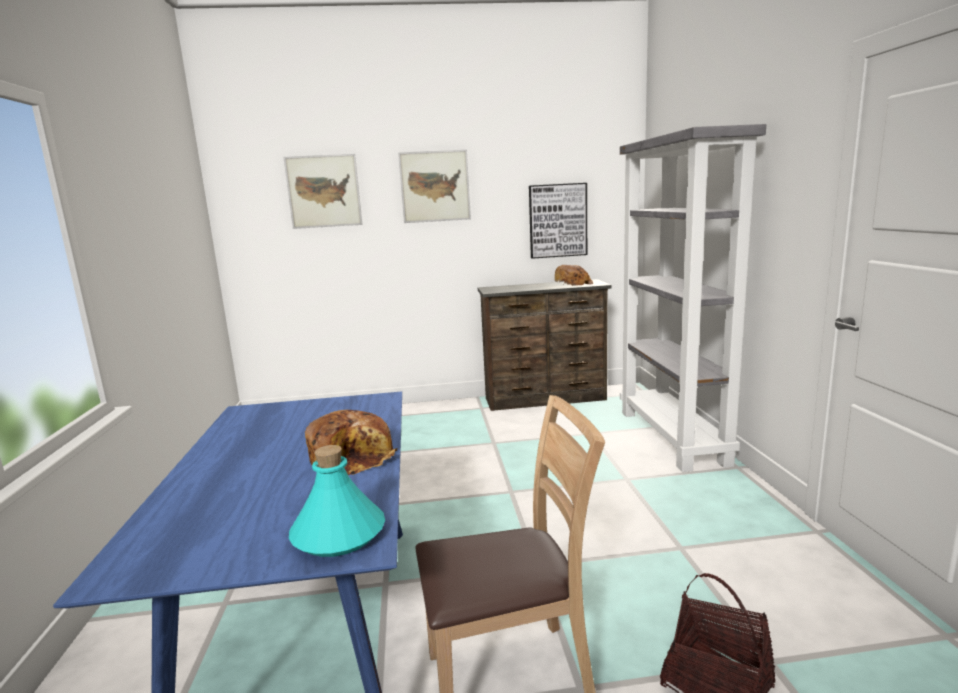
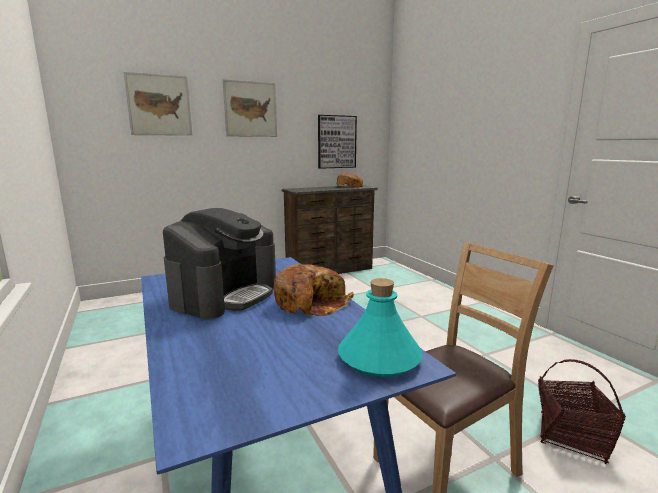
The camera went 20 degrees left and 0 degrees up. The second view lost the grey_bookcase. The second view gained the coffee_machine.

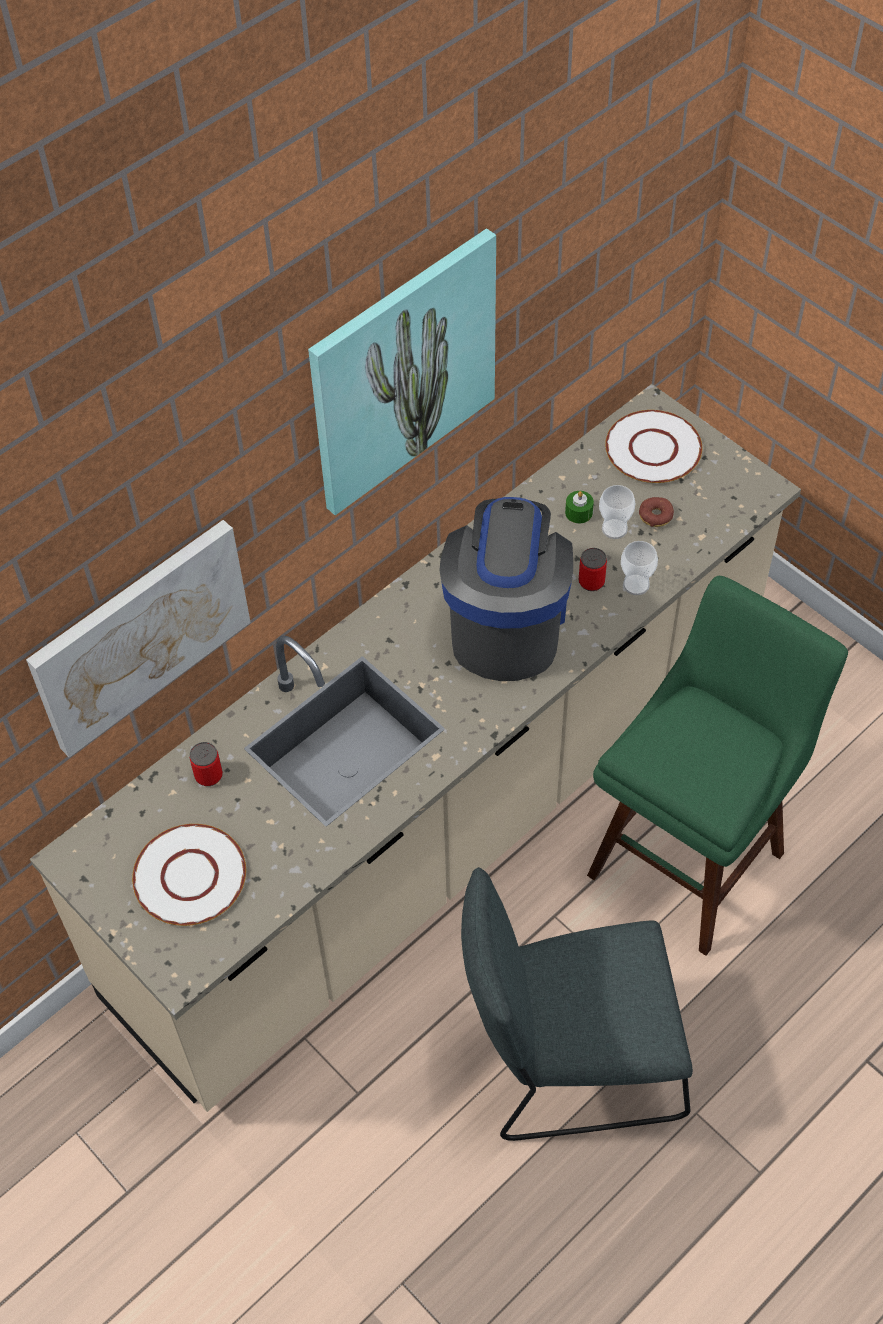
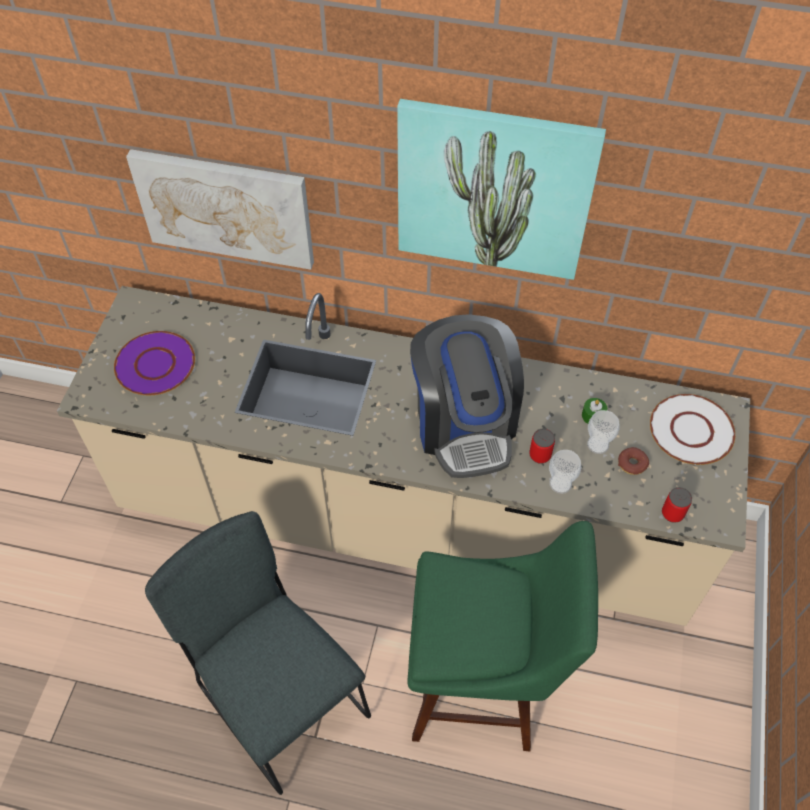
The camera went 55 degrees right and 0 degrees up. What was the white_plate (1st from left) turned into the purple_plate. The can (1st from left in the first image) ended up elsewhere. The coffee_machine ended up facing another way, 105 degrees clockwise from before.

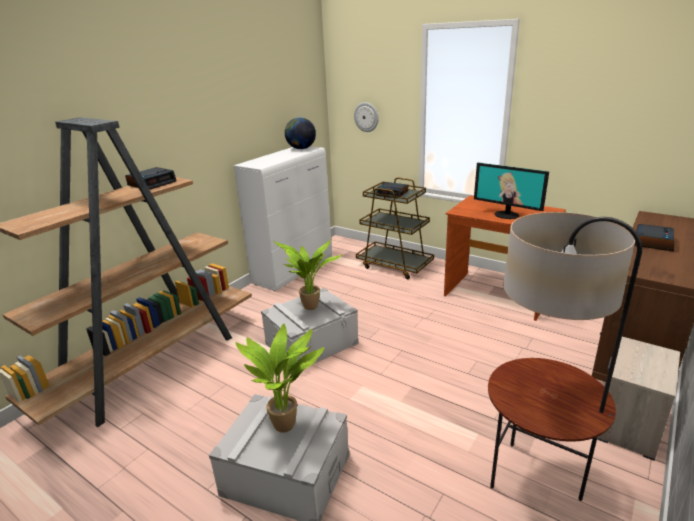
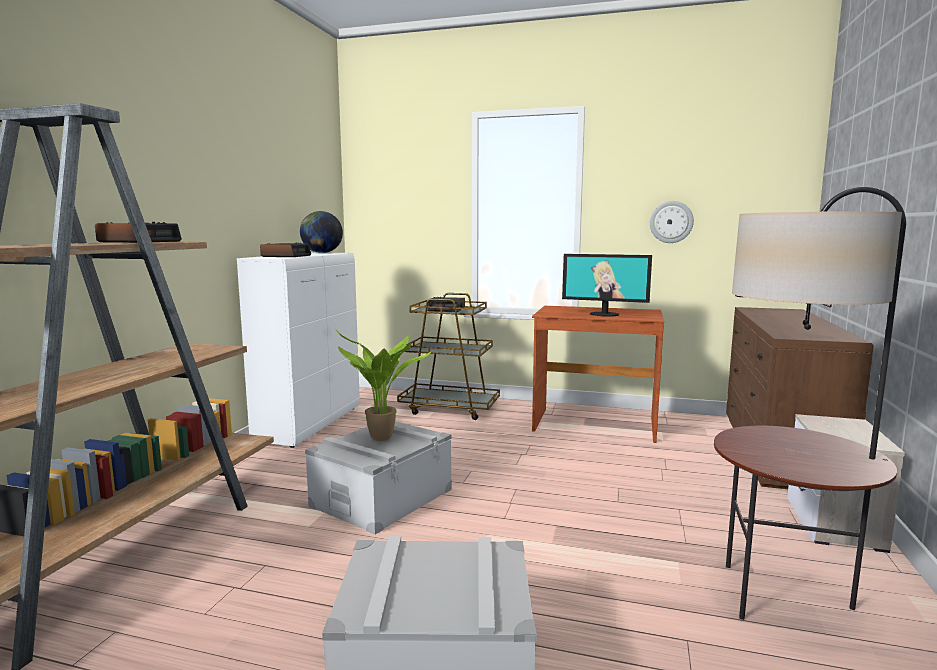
The camera went 20 degrees left and 15 degrees down. The second view lost the potted_plant (1st from left). The wall_clock ended up elsewhere. The alarm_clock (3rd from left in the first image) ended up elsewhere.

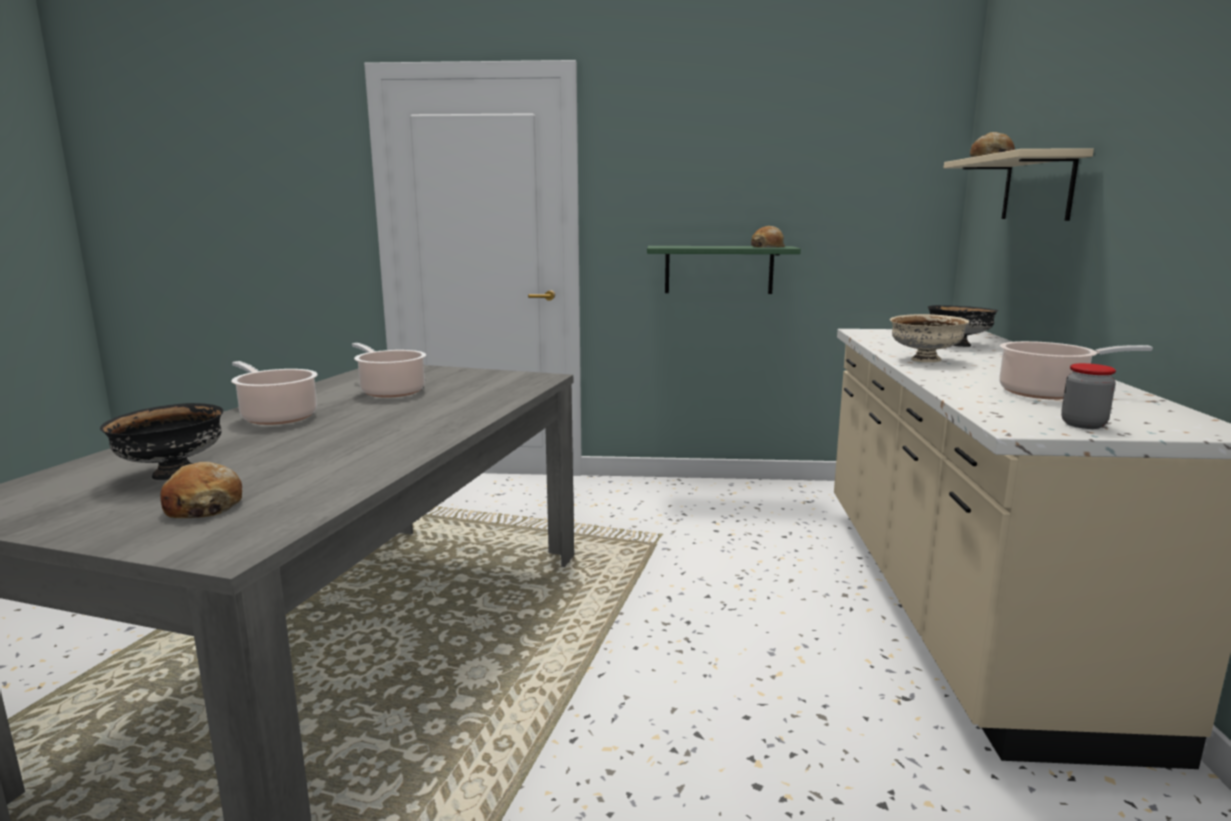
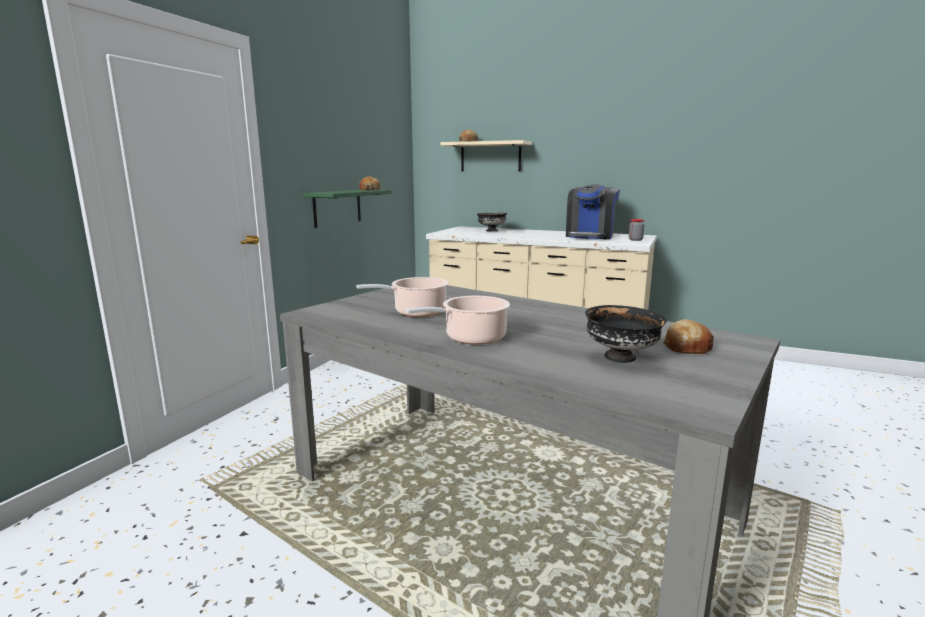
The camera went 70 degrees left and 0 degrees up. The second view lost the beige_bowl. Where the cooking_pot (3rd from left) stood, the coffee_machine came to stand.

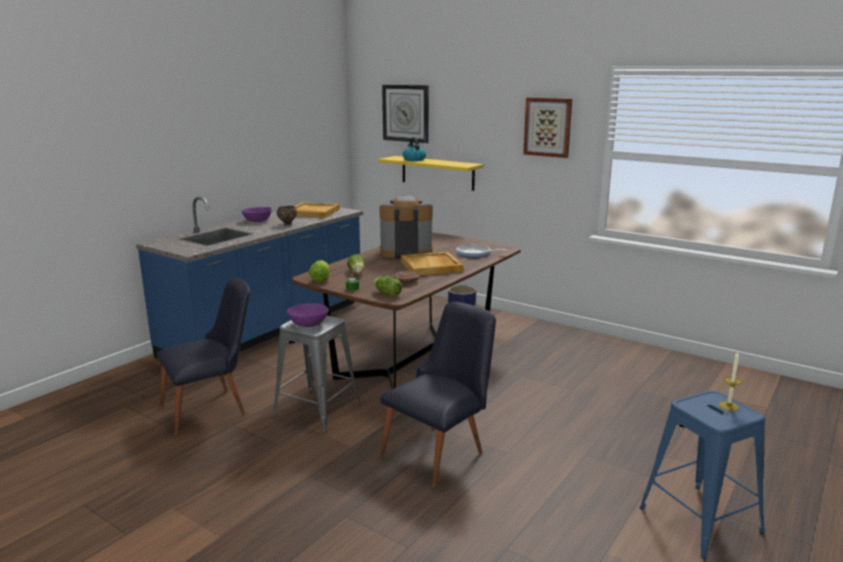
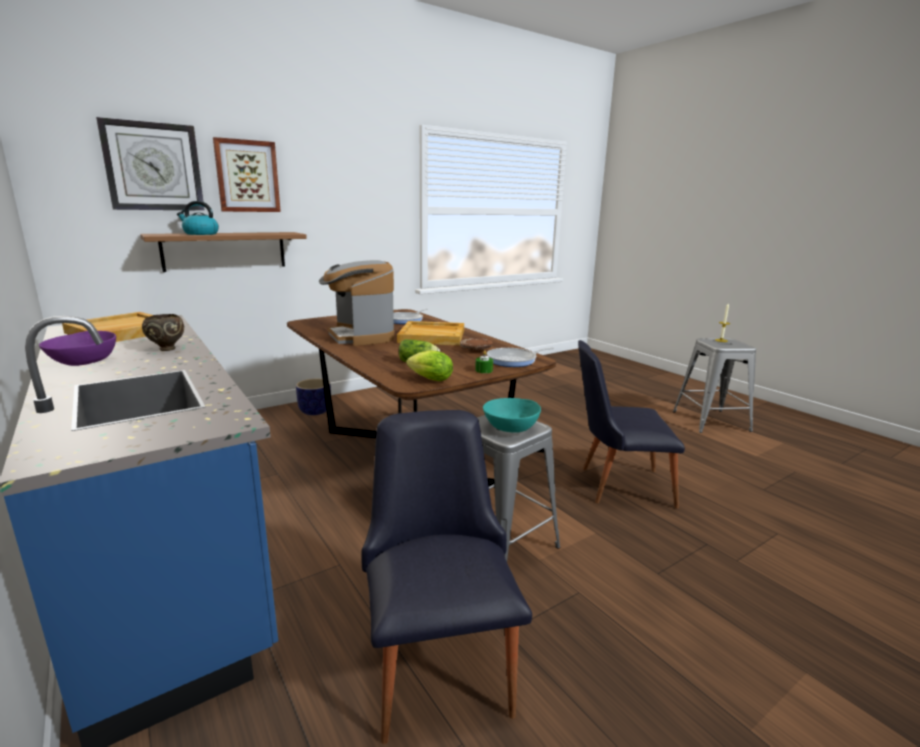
The camera went 70 degrees left and 0 degrees up. What was the purple_bowl (2nd from left) turned into the turquoise_bowl. Where the lettuce (3rd from left) stood, the frying_pan (2nd from left) came to stand. What was the yellow_shelf turned into the brown_shelf. The coffee_machine ended up facing another way, 45 degrees counterclockwise from before. The black_chair (2nd from left) ended up facing another way, 60 degrees counterclockwise from before. The picture ended up elsewhere. What was the blue_stool turned into the grey_stool (2nd from left).

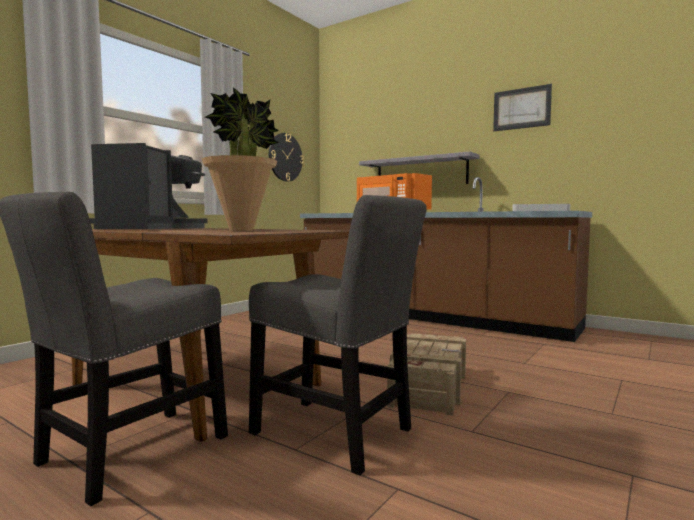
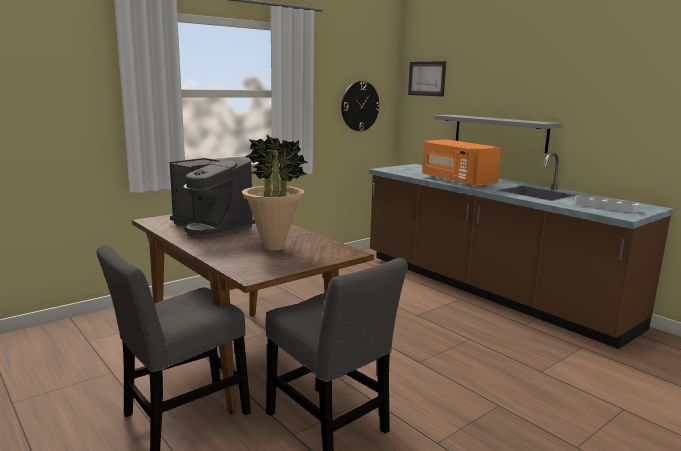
The camera went 15 degrees right and 10 degrees up. The coffee_machine ended up facing another way, 105 degrees clockwise from before. The second view lost the crate. The picture ended up elsewhere.

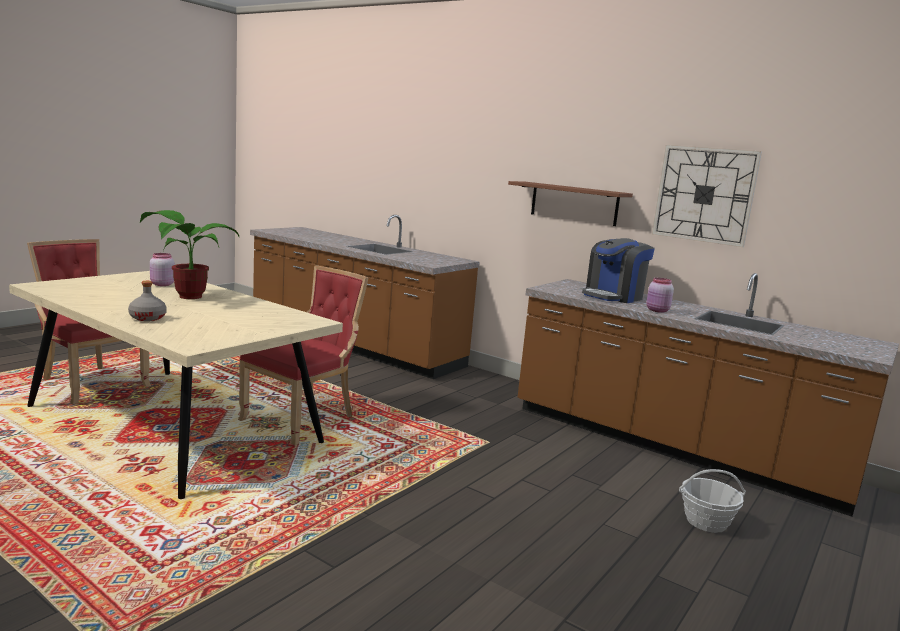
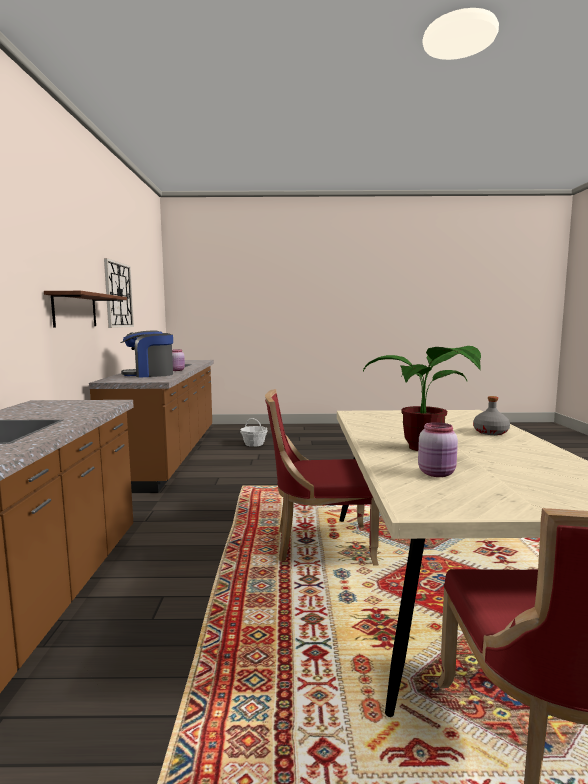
The camera went 125 degrees left and 5 degrees down. The coffee_machine ended up facing another way, 150 degrees clockwise from before.

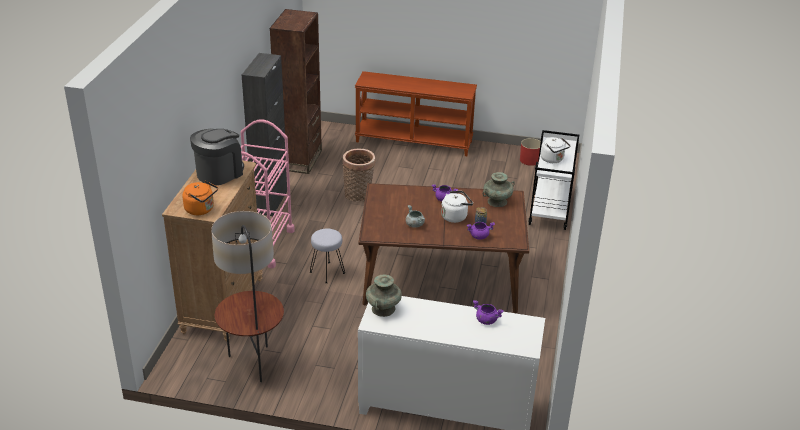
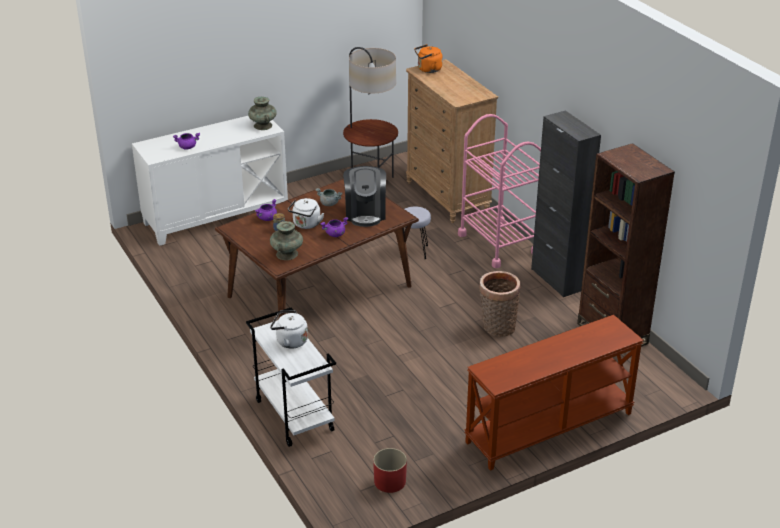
The camera went 140 degrees right and 0 degrees up. The coffee_machine ended up elsewhere.

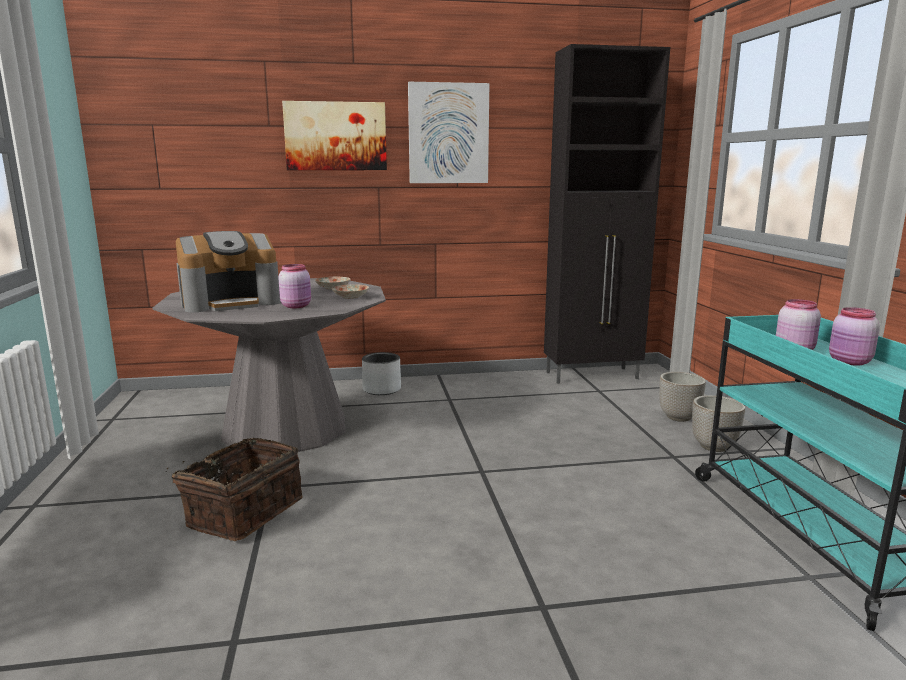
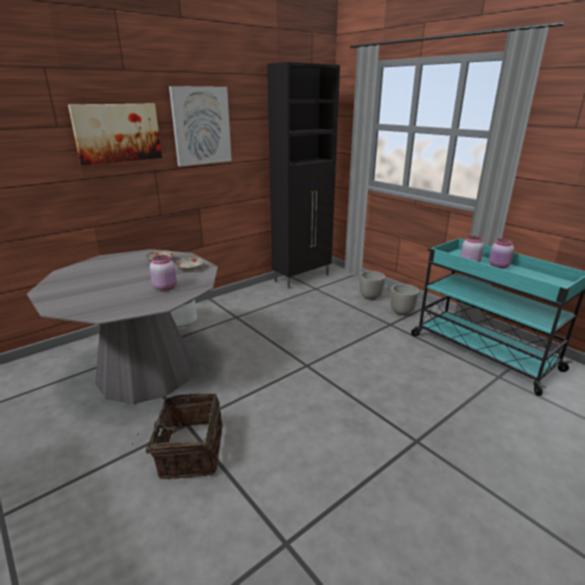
The camera went 30 degrees left and 10 degrees up. The second view lost the coffee_machine.

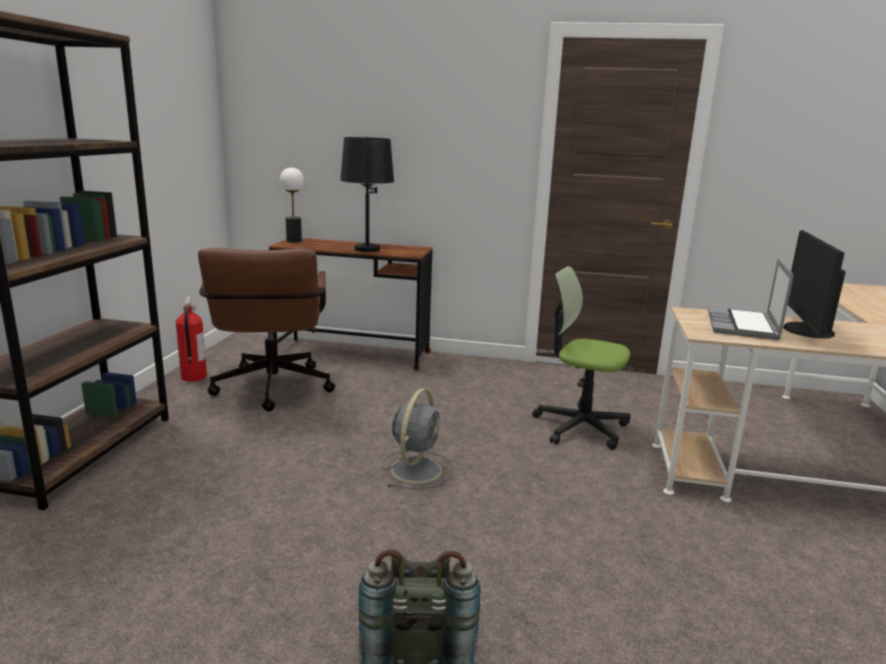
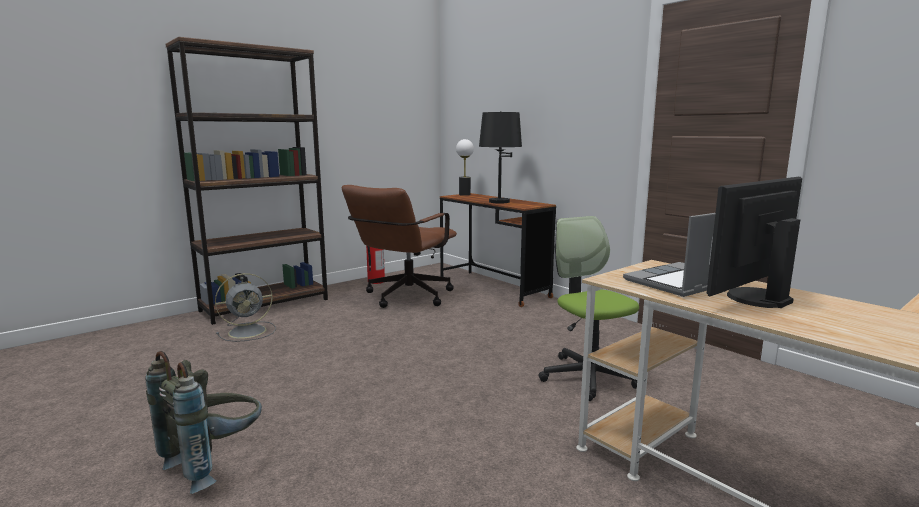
The camera went 40 degrees right and 5 degrees down. The grey_fan ended up elsewhere.

